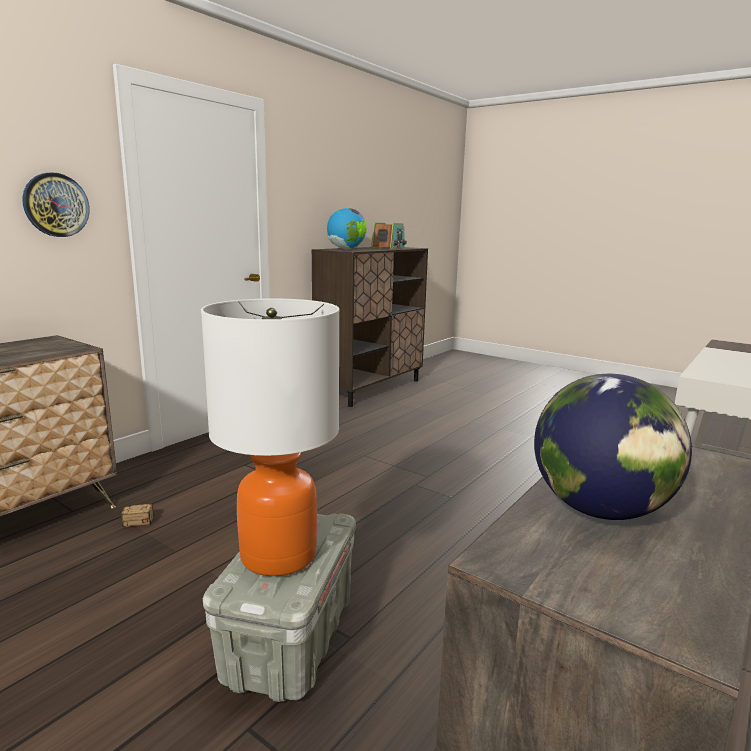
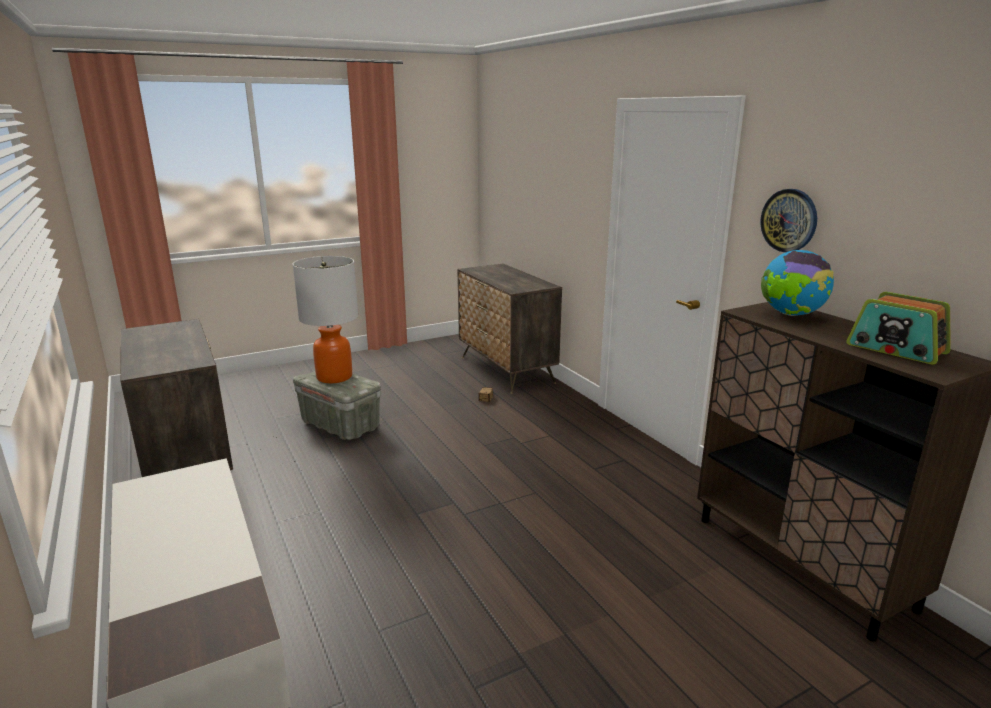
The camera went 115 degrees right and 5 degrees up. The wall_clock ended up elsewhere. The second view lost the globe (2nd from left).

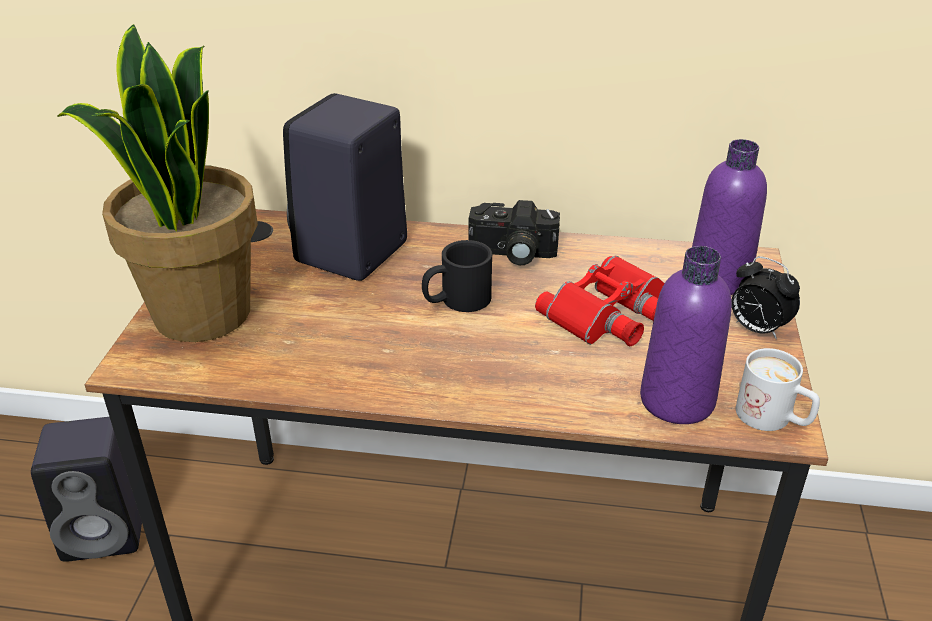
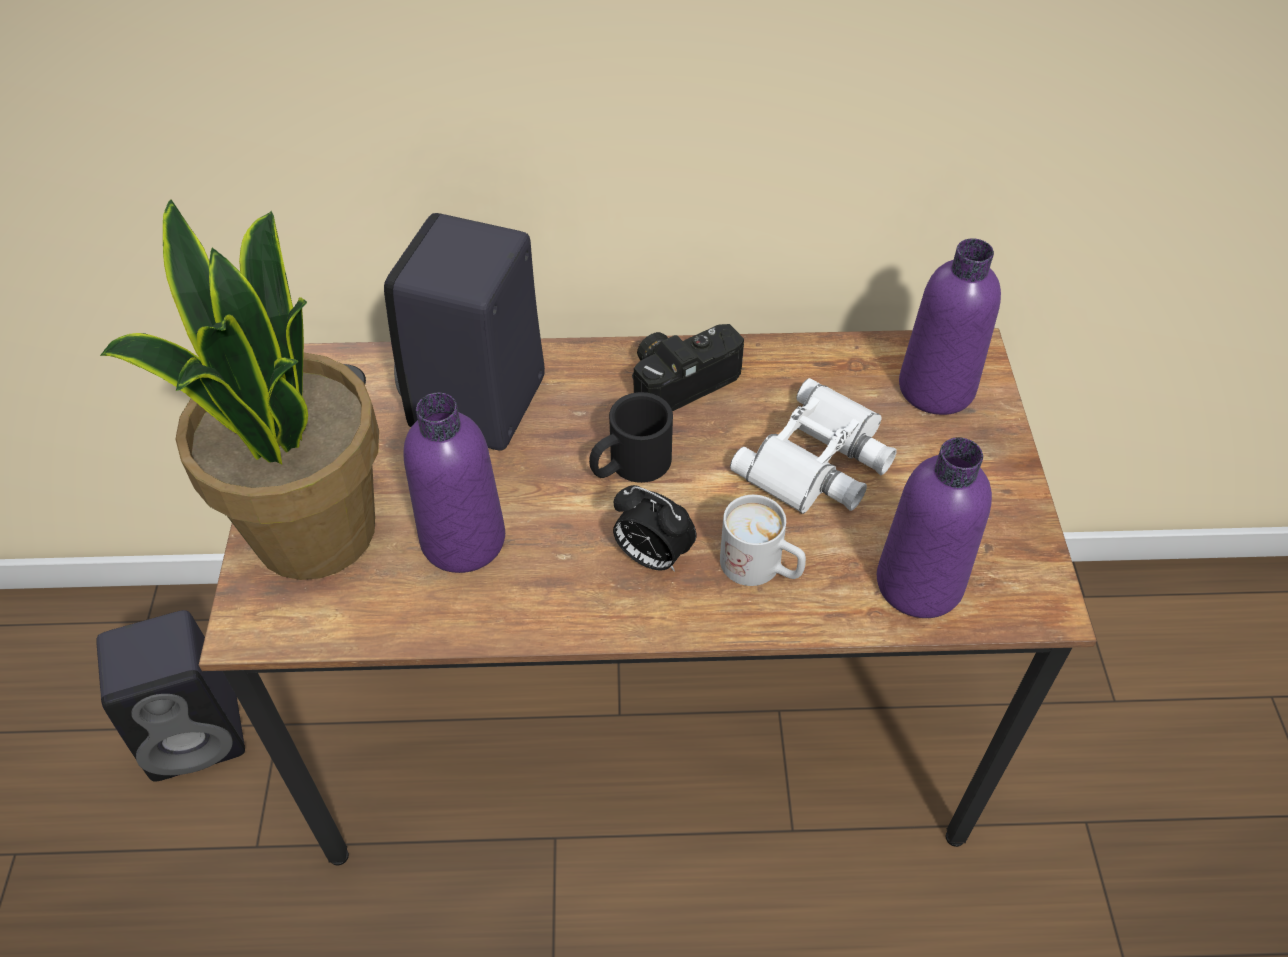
The camera went 10 degrees left and 15 degrees up. The photo_camera ended up facing another way, 150 degrees clockwise from before. What was the red_binoculars turned into the white_binoculars. The alarm_clock ended up elsewhere. The white_mug ended up elsewhere. The second view gained the purple_bottle (1st from left).

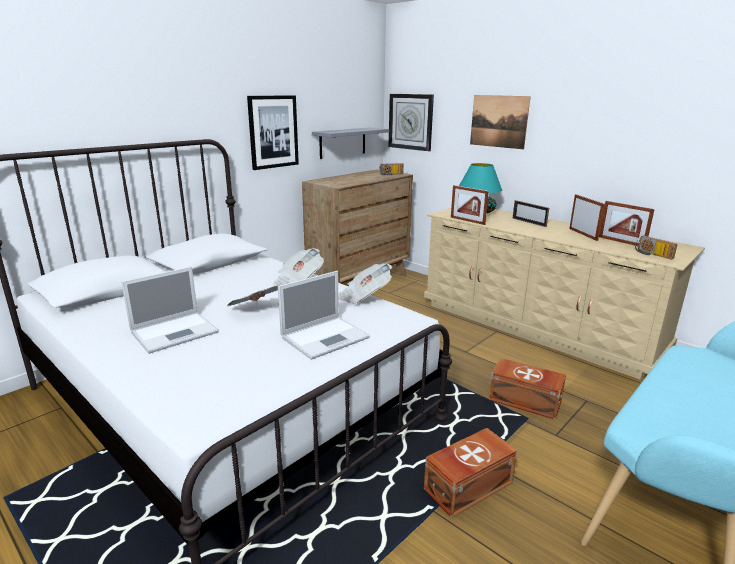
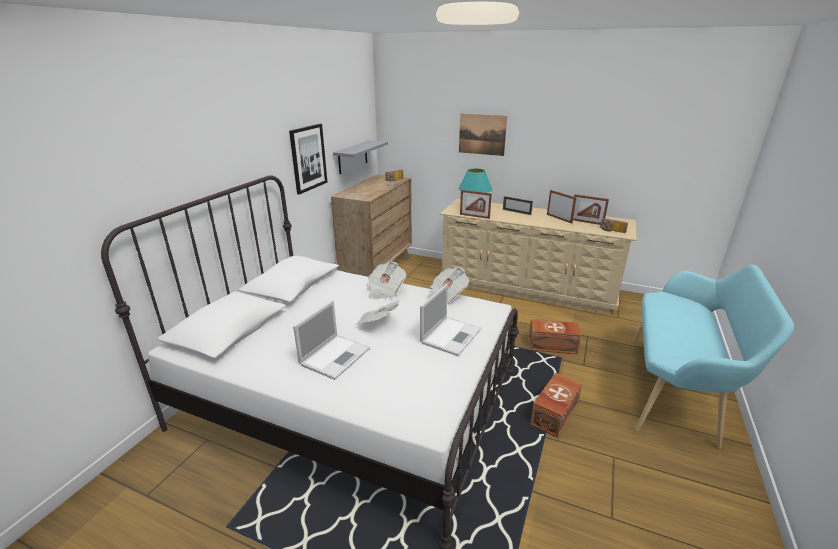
The camera went 20 degrees left and 5 degrees up. The second view lost the wall_clock.

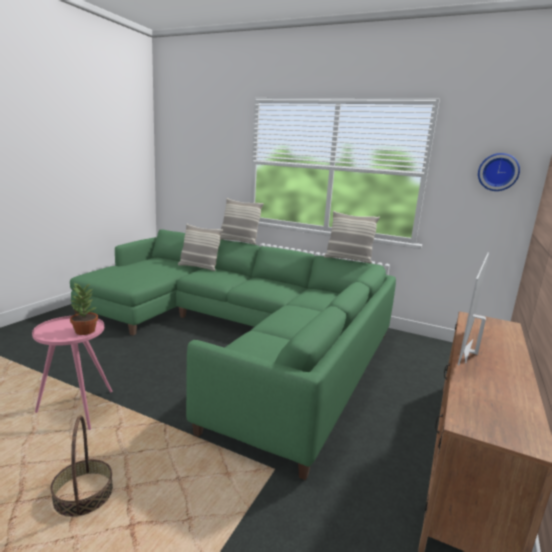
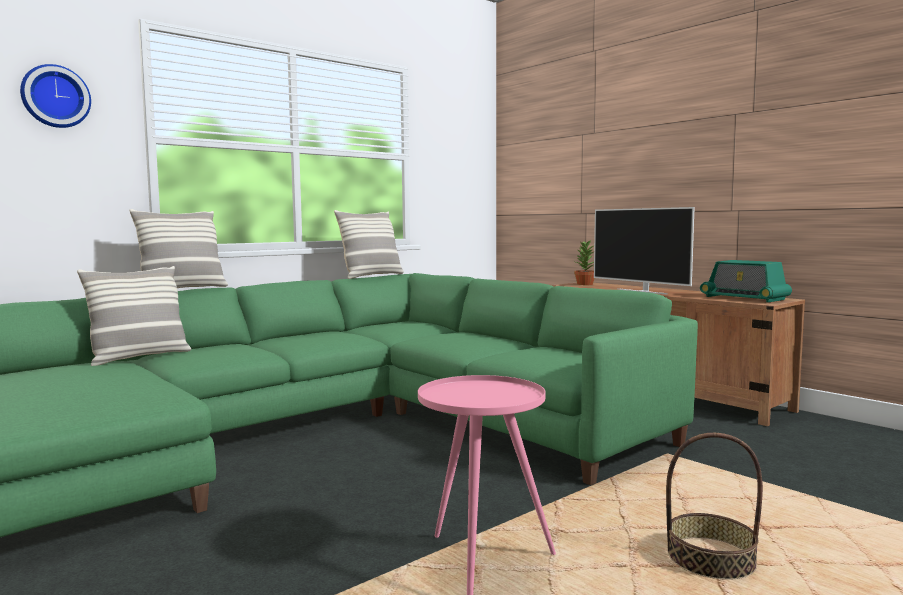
The camera went 65 degrees left and 10 degrees down. The potted_plant ended up elsewhere. The wall_clock ended up elsewhere. The second view gained the radio.

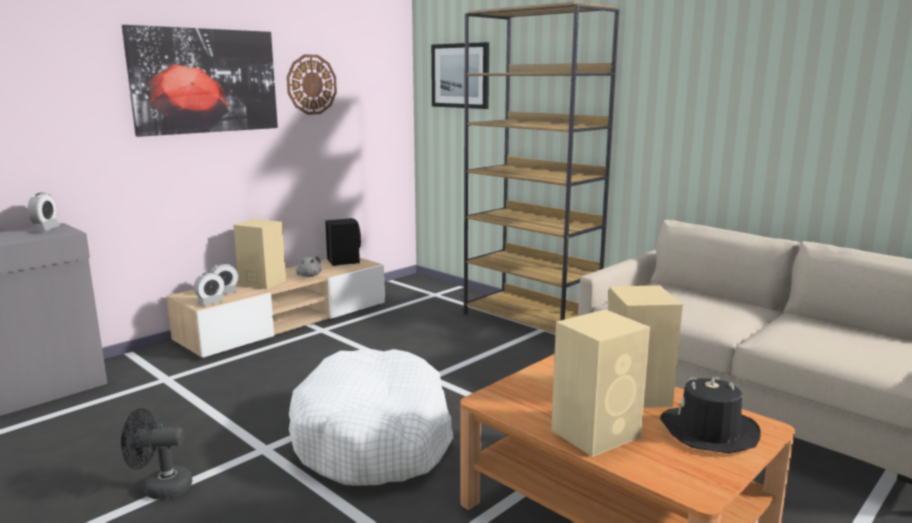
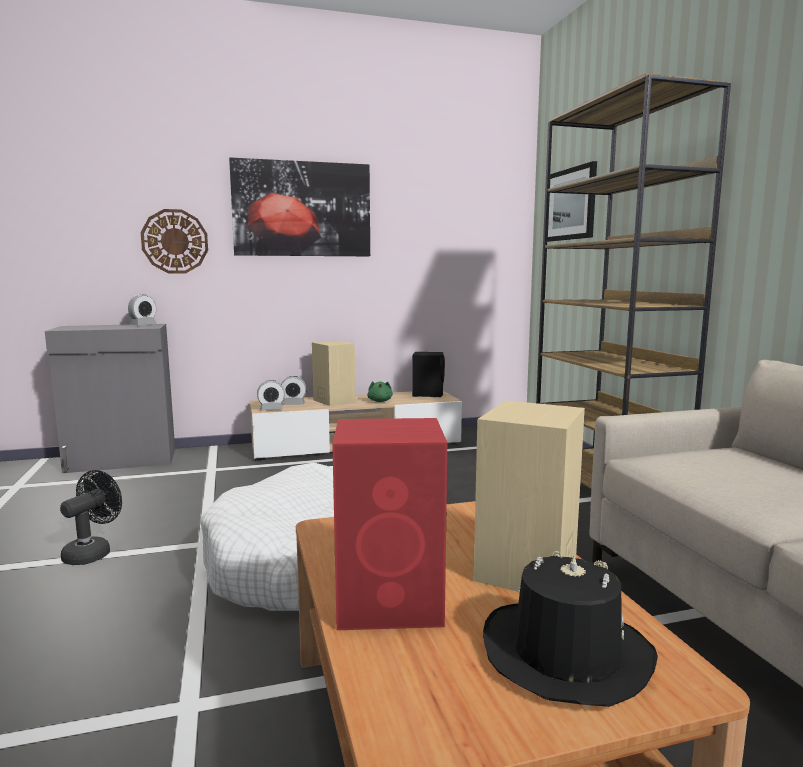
The camera went 30 degrees right and 5 degrees down. The black_fan ended up facing another way, 90 degrees clockwise from before. The wall_clock ended up elsewhere. What was the grey_plush_toy turned into the green_plush_toy. What was the beige_speaker (2nd from left) turned into the red_speaker.

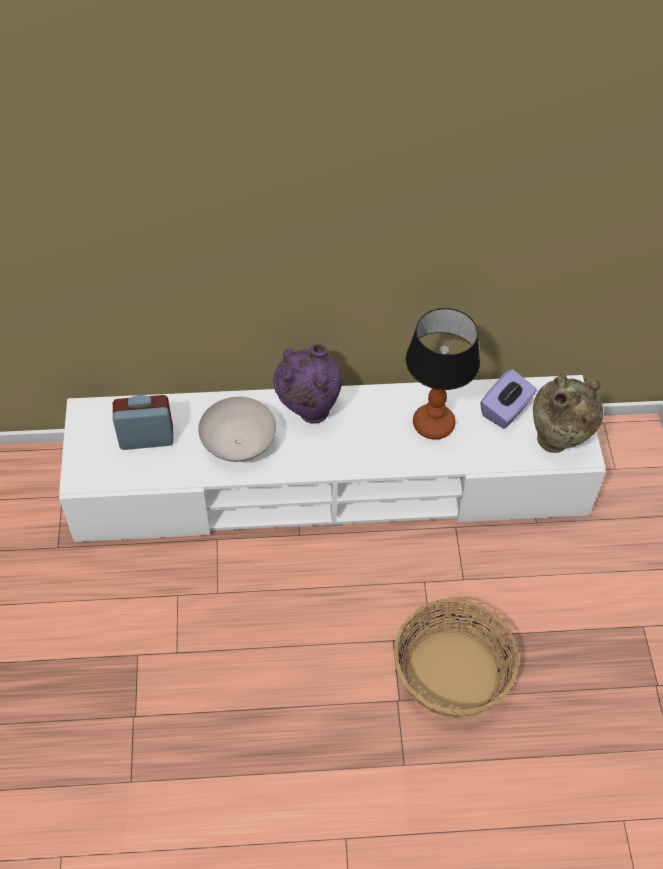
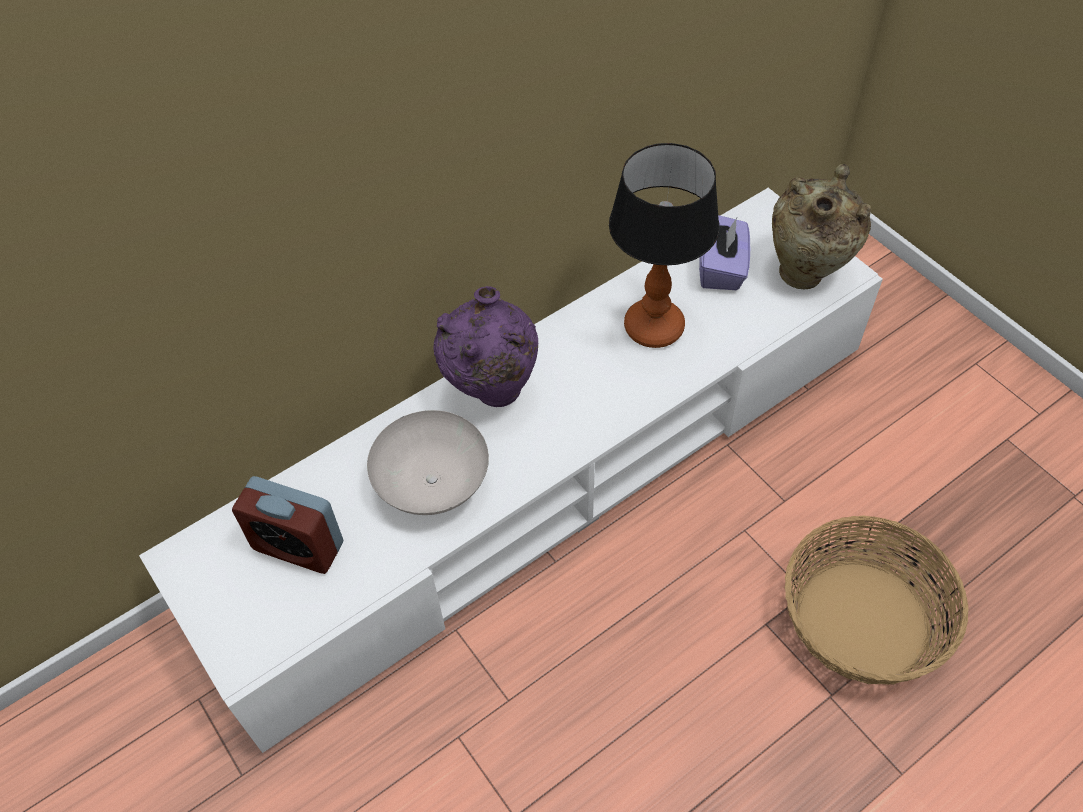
The camera went 30 degrees left and 0 degrees up. The alarm_clock ended up facing another way, 120 degrees counterclockwise from before.

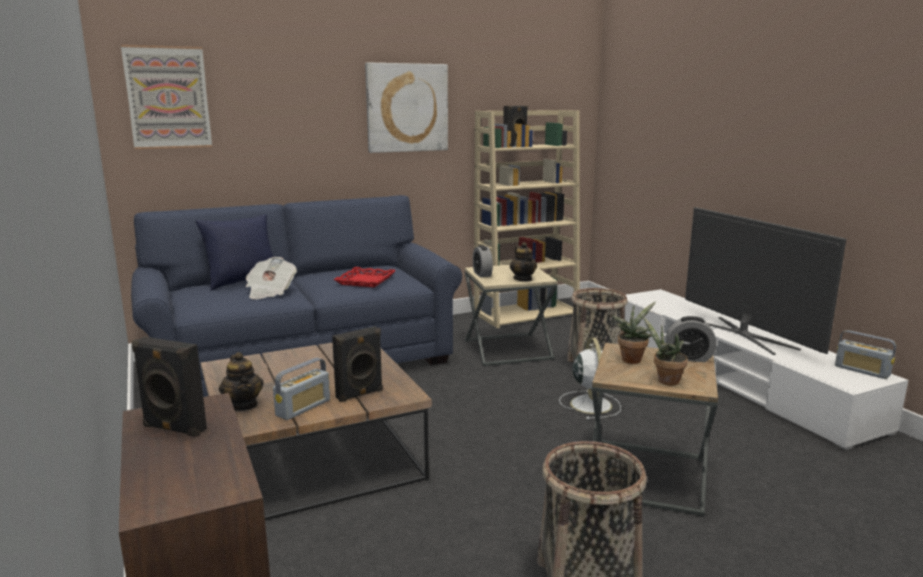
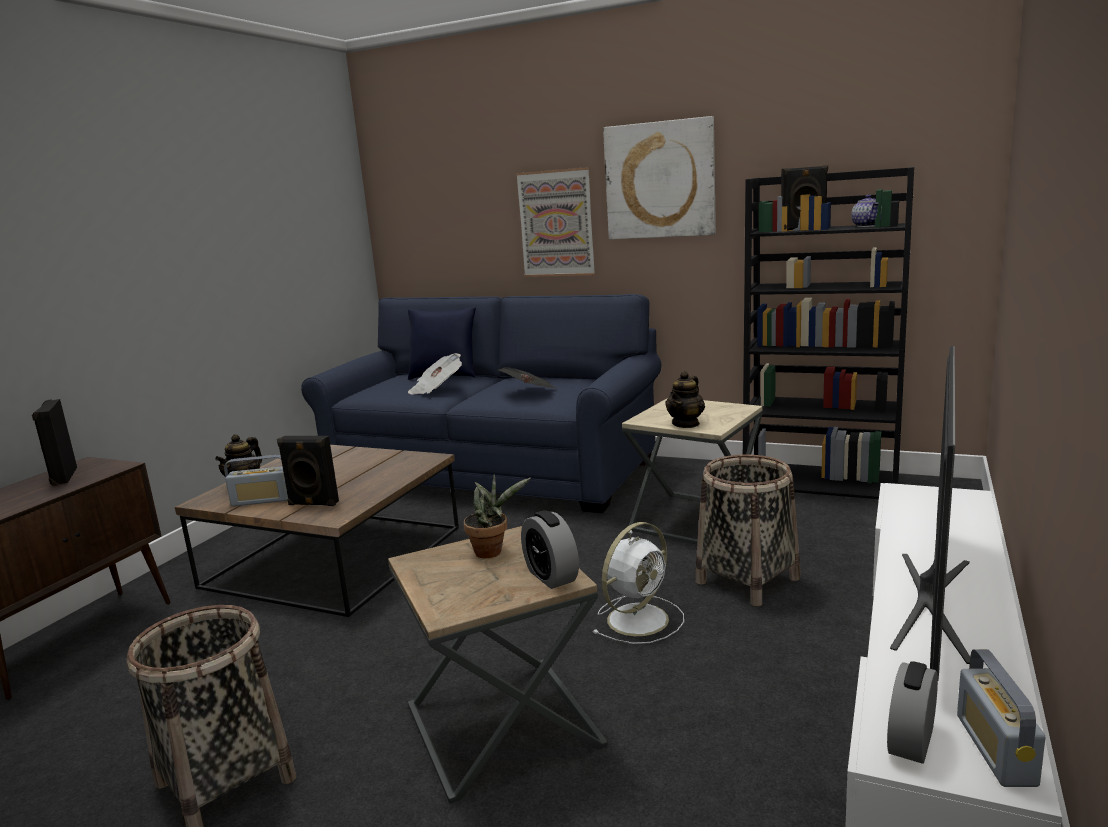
The camera went 50 degrees right and 0 degrees up. The picture (1st from left) ended up elsewhere. Where the red_tray stood, the newspaper (2nd from left) came to stand. The alarm_clock (1st from left in the first image) ended up elsewhere. What was the beige_bookcase turned into the black_bookcase. The second view lost the potted_plant (2nd from left). The second view gained the teapot (3rd from left).

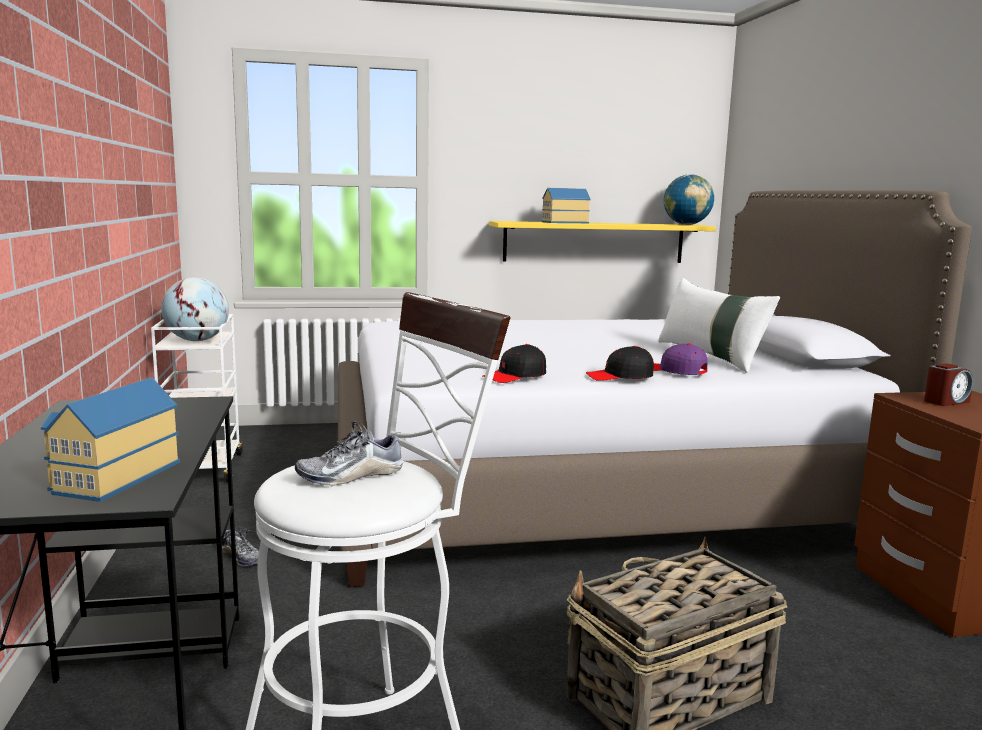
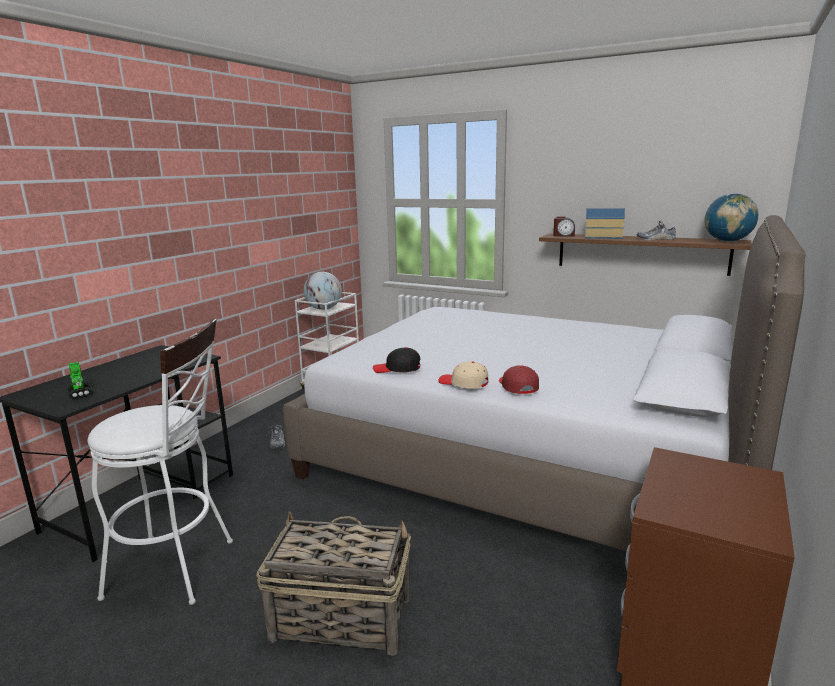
The camera went 40 degrees right and 5 degrees up. Where the toy_house (1st from left) stood, the toy_robot came to stand. The shoe (2nd from left) ended up elsewhere. What was the yellow_shelf turned into the brown_shelf. What was the black_cap (2nd from left) turned into the beige_cap. What was the purple_cap turned into the red_cap. The second view lost the white_pillow. The alarm_clock ended up elsewhere.

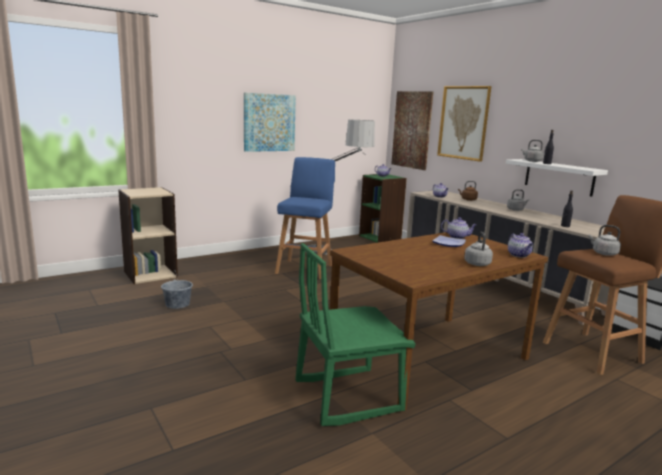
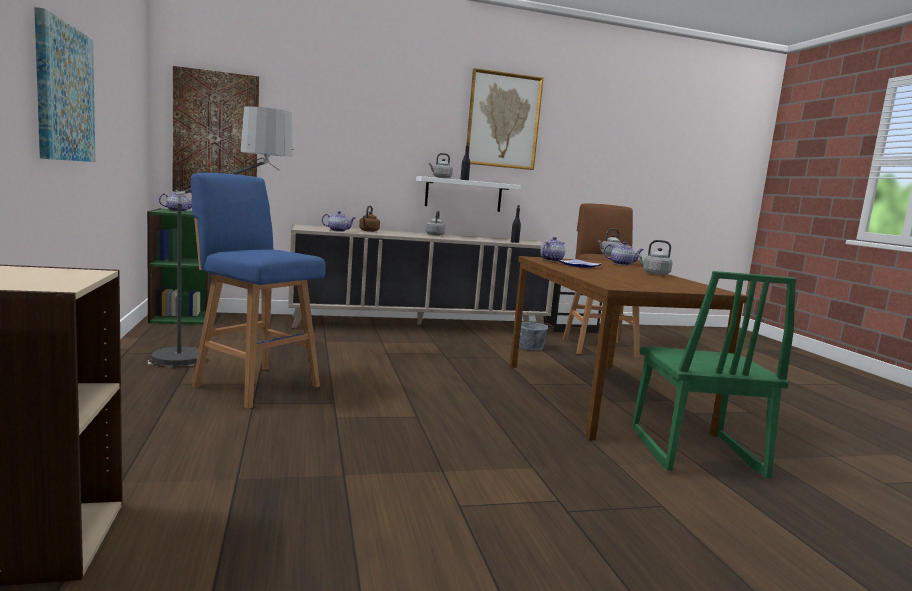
The camera went 70 degrees left and 5 degrees down. The grey_bucket ended up elsewhere. The picture (3rd from left) ended up elsewhere.

